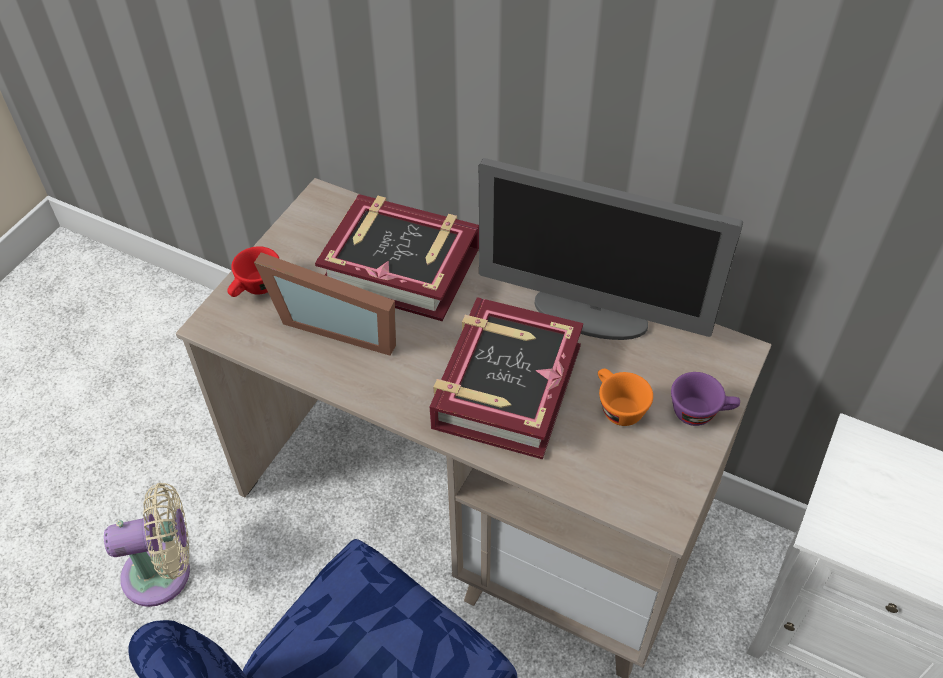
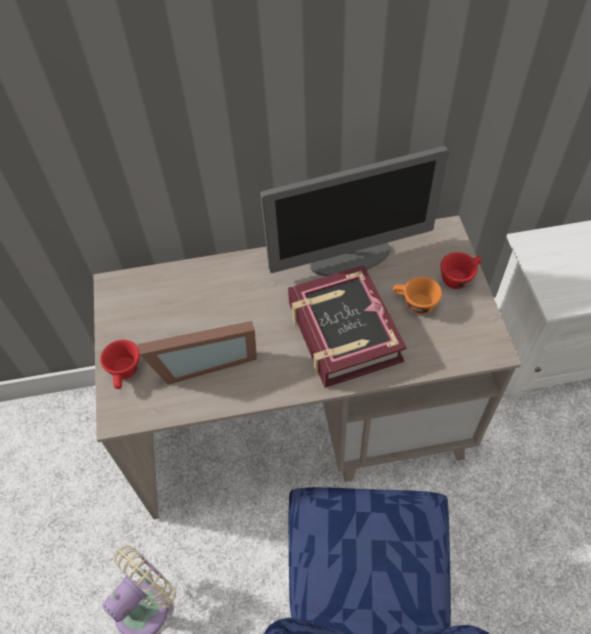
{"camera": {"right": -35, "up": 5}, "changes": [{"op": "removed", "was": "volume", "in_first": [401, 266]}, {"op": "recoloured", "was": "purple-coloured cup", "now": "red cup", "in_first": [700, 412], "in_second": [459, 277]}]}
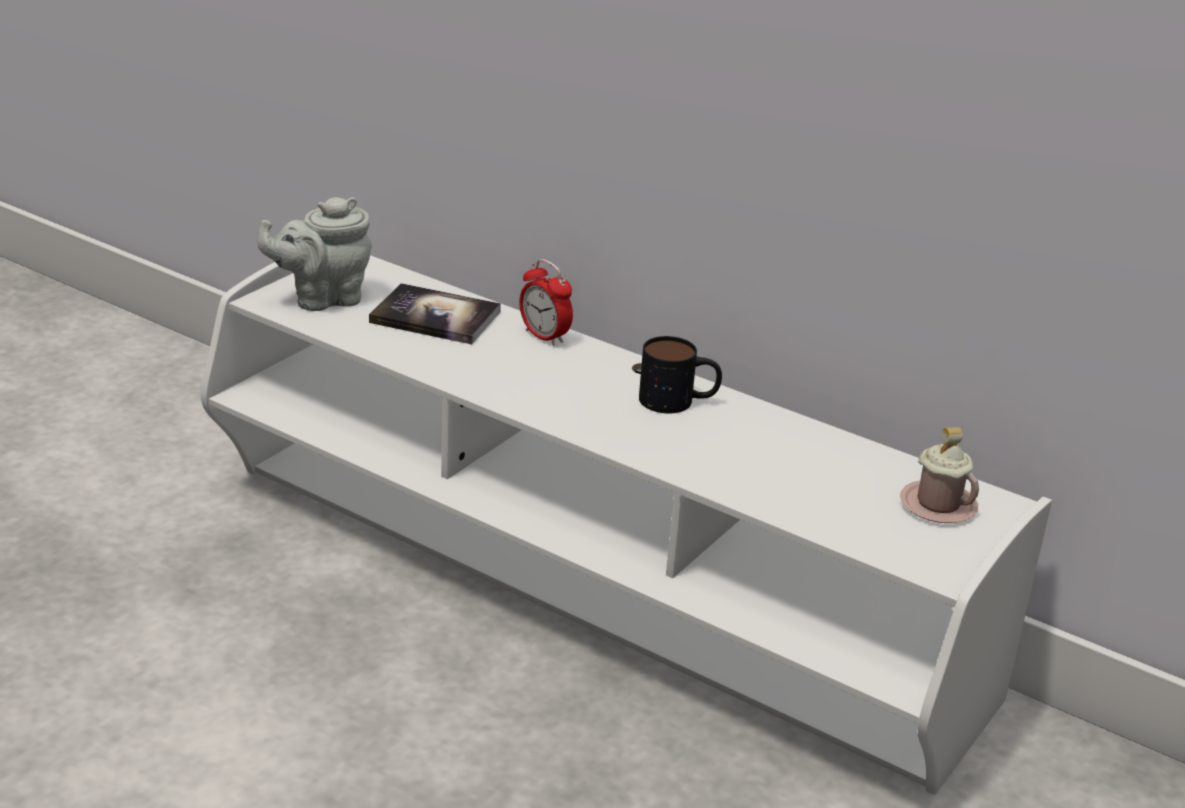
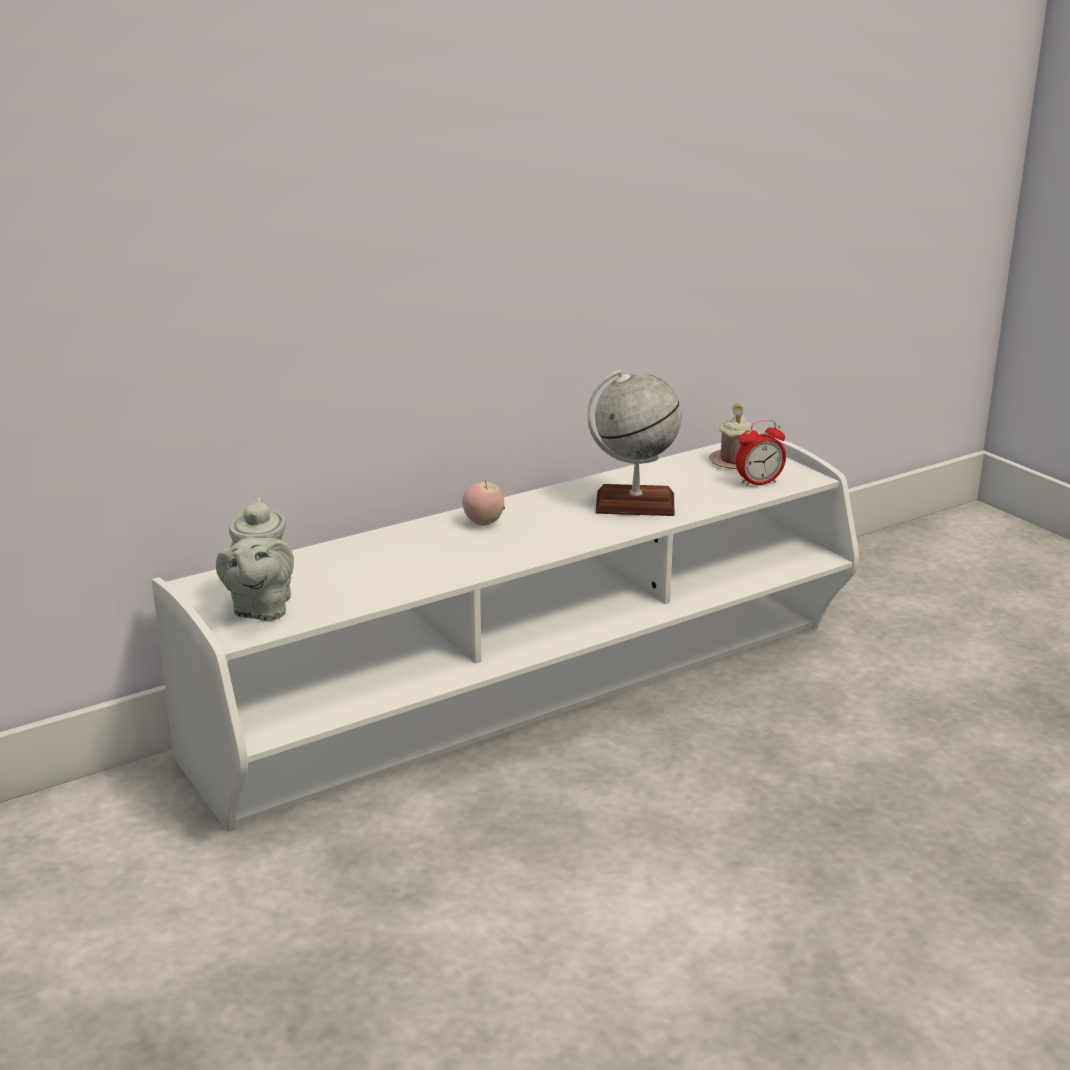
{"camera": {"right": -65, "up": -5}, "changes": [{"op": "removed", "was": "volume", "in_first": [435, 317]}, {"op": "removed", "was": "tea mug", "in_first": [678, 401]}, {"op": "added", "now": "whole apple", "in_second": [483, 523]}, {"op": "added", "now": "globe", "in_second": [634, 504]}, {"op": "moved", "was": "bedside clock", "in_first": [544, 336], "in_second": [759, 483]}]}
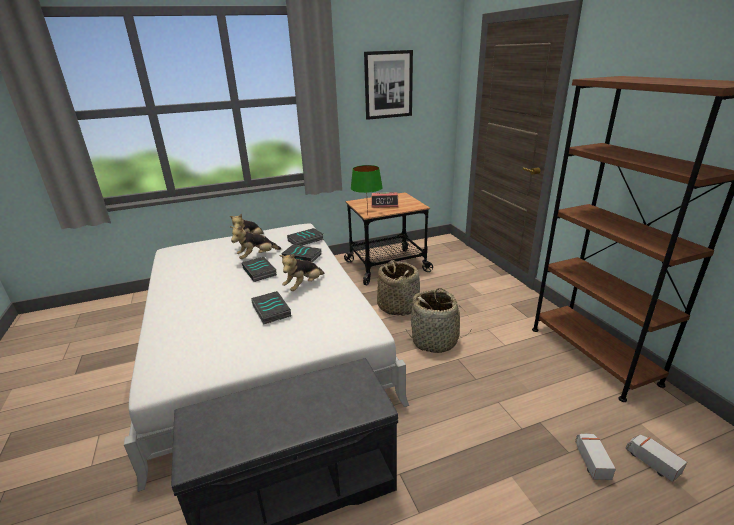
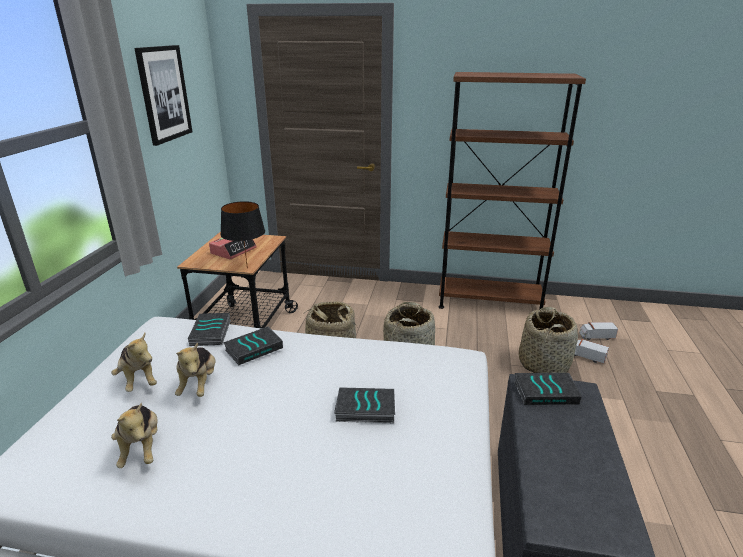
{"camera": {"right": -60, "up": 0}, "changes": [{"op": "added", "now": "basket", "in_second": [544, 364]}, {"op": "moved", "was": "volume", "in_first": [260, 271], "in_second": [546, 392]}, {"op": "moved", "was": "cuddly toy", "in_first": [304, 286], "in_second": [141, 448]}, {"op": "recoloured", "was": "greenish lamp for a table", "now": "black-coloured lamp for a table", "in_first": [367, 215], "in_second": [247, 268]}]}
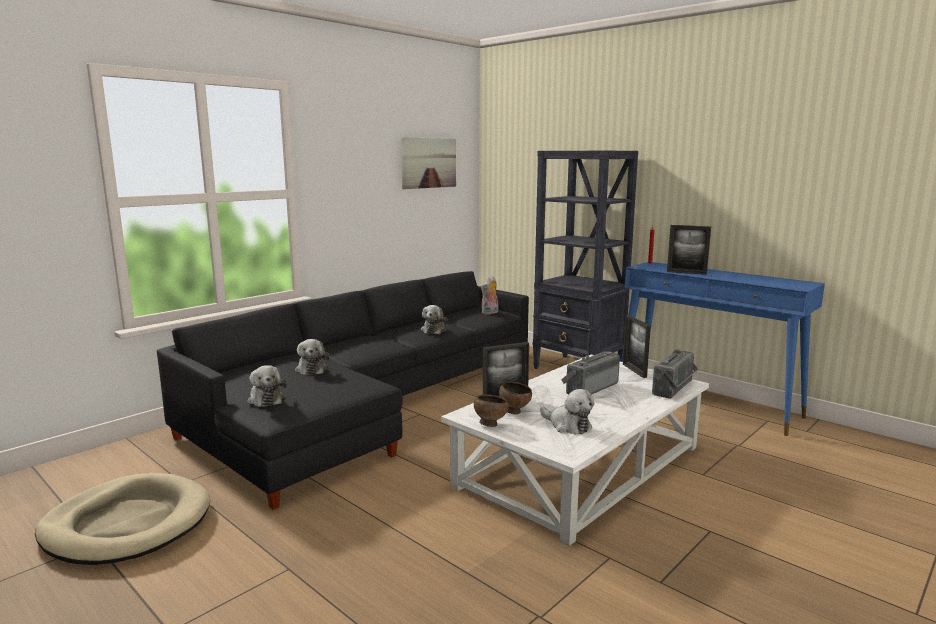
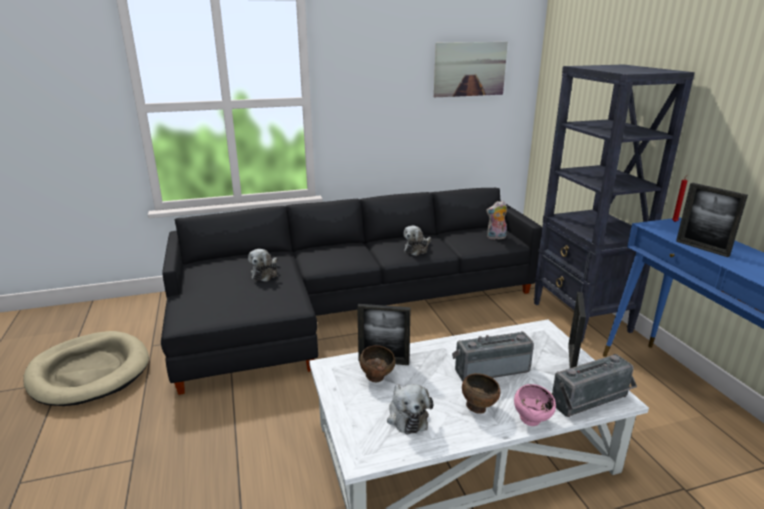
{"camera": {"right": 30, "up": 10}, "changes": [{"op": "removed", "was": "cuddly toy", "in_first": [265, 399]}, {"op": "added", "now": "pink bowl", "in_second": [532, 421]}, {"op": "moved", "was": "brownish bowl", "in_first": [490, 424], "in_second": [478, 407]}]}
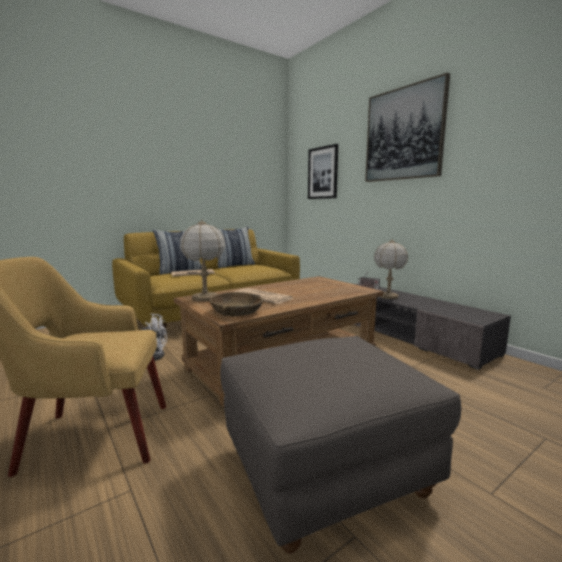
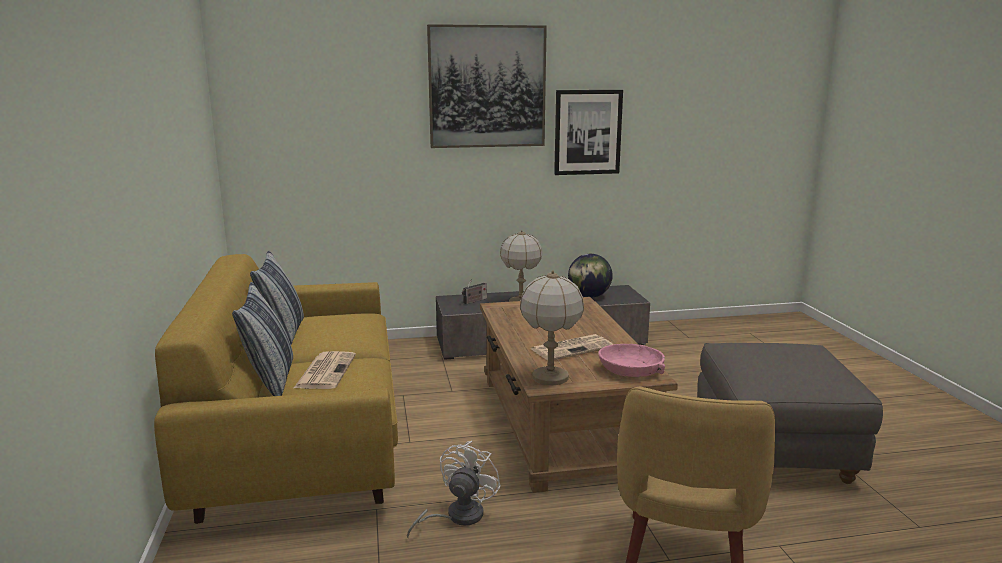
{"camera": {"right": -65, "up": 5}, "changes": [{"op": "added", "now": "globe", "in_second": [589, 296]}, {"op": "moved", "was": "picture", "in_first": [323, 173], "in_second": [587, 132]}, {"op": "recoloured", "was": "brownish bowl", "now": "pink bowl", "in_first": [236, 312], "in_second": [631, 369]}]}
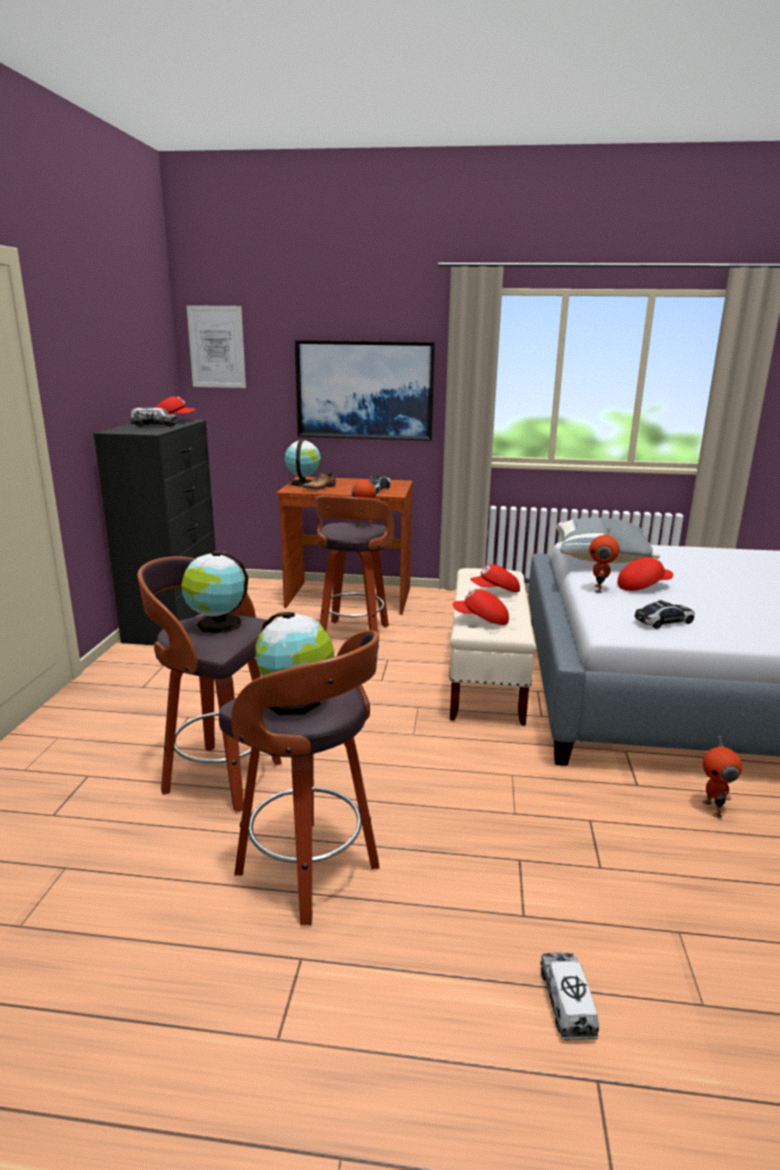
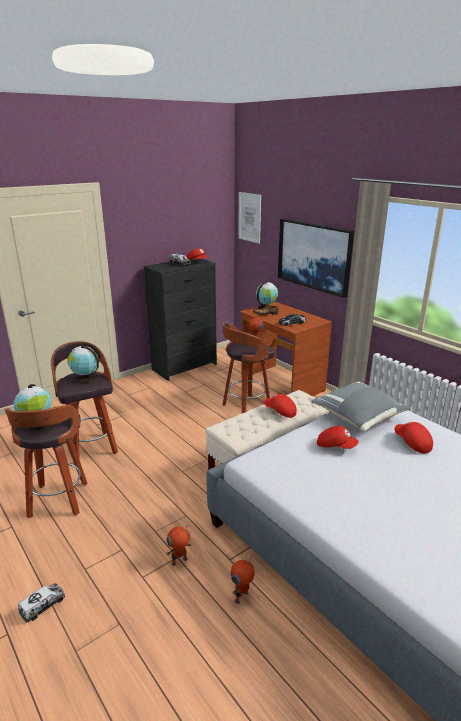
{"camera": {"right": 45, "up": 5}, "changes": [{"op": "removed", "was": "miniature car", "in_first": [663, 622]}, {"op": "moved", "was": "red peaked cap", "in_first": [481, 620], "in_second": [412, 443]}, {"op": "moved", "was": "robot figure", "in_first": [599, 589], "in_second": [179, 562]}]}
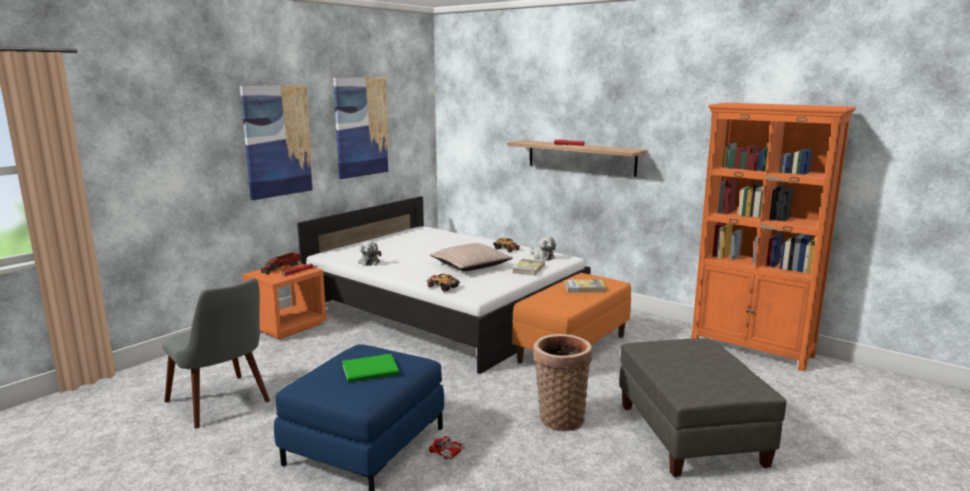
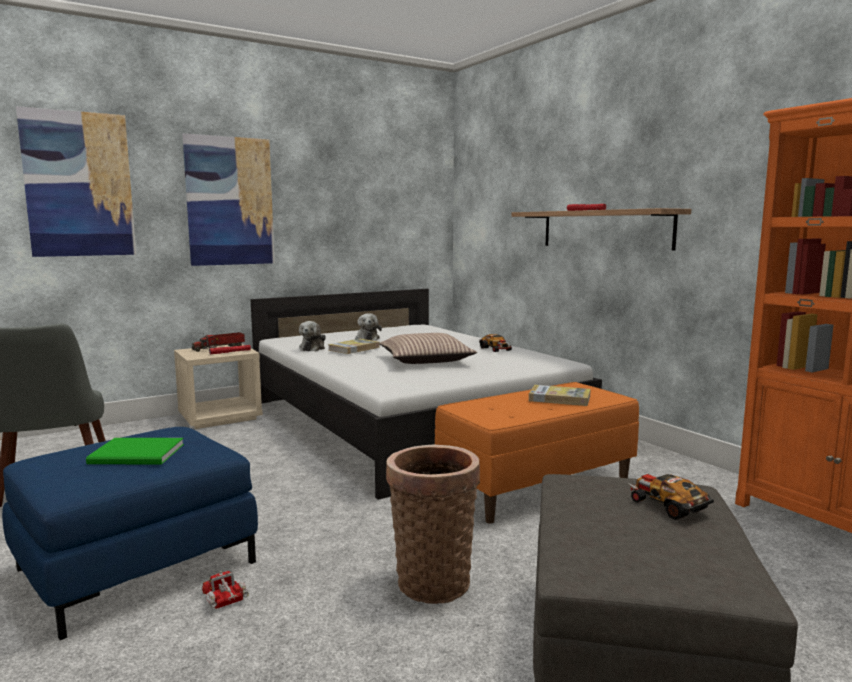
{"camera": {"right": 20, "up": -5}, "changes": [{"op": "moved", "was": "picture", "in_first": [361, 127], "in_second": [79, 185]}, {"op": "moved", "was": "miniature car", "in_first": [442, 287], "in_second": [667, 505]}, {"op": "moved", "was": "volume", "in_first": [528, 269], "in_second": [354, 349]}, {"op": "moved", "was": "cuddly toy", "in_first": [542, 257], "in_second": [367, 338]}, {"op": "recoloured", "was": "orange-coloured night table", "now": "beige night table", "in_first": [288, 326], "in_second": [220, 417]}]}
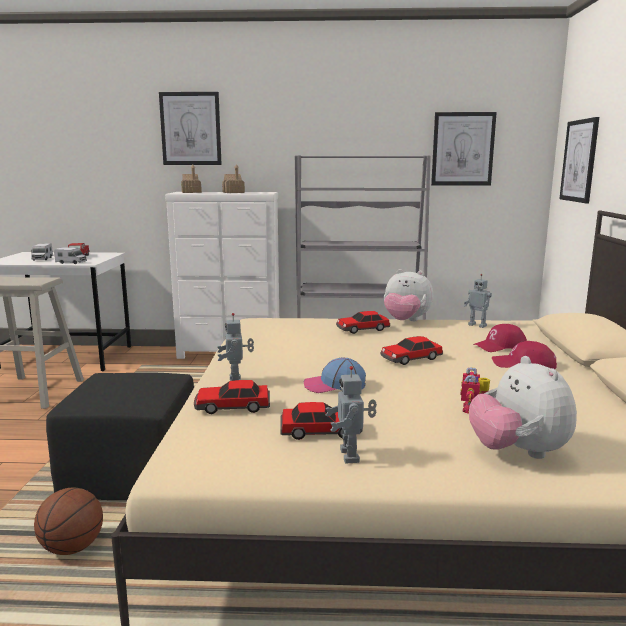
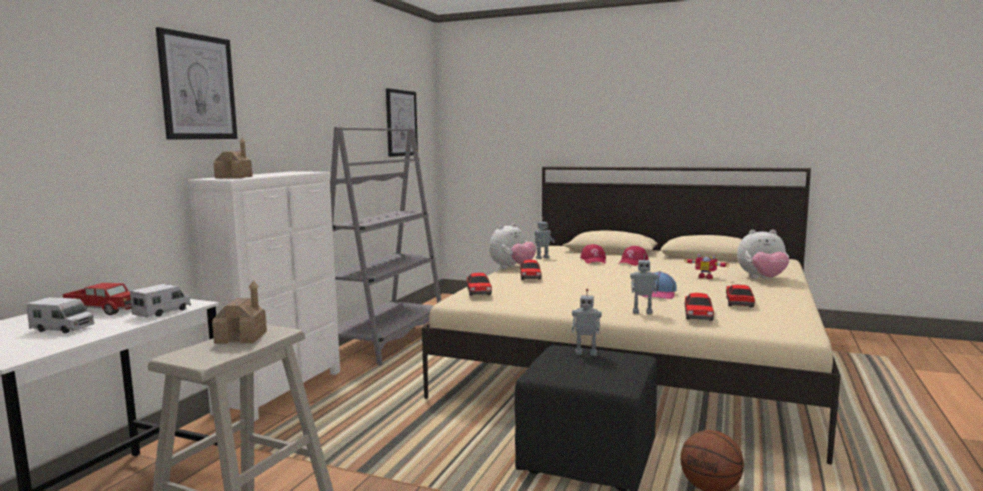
{"camera": {"right": -70, "up": -5}, "changes": [{"op": "removed", "was": "picture", "in_first": [579, 161]}, {"op": "moved", "was": "miniature house", "in_first": [233, 192], "in_second": [241, 337]}, {"op": "moved", "was": "robot figure", "in_first": [351, 456], "in_second": [586, 353]}, {"op": "moved", "was": "miniature car", "in_first": [410, 358], "in_second": [479, 291]}]}
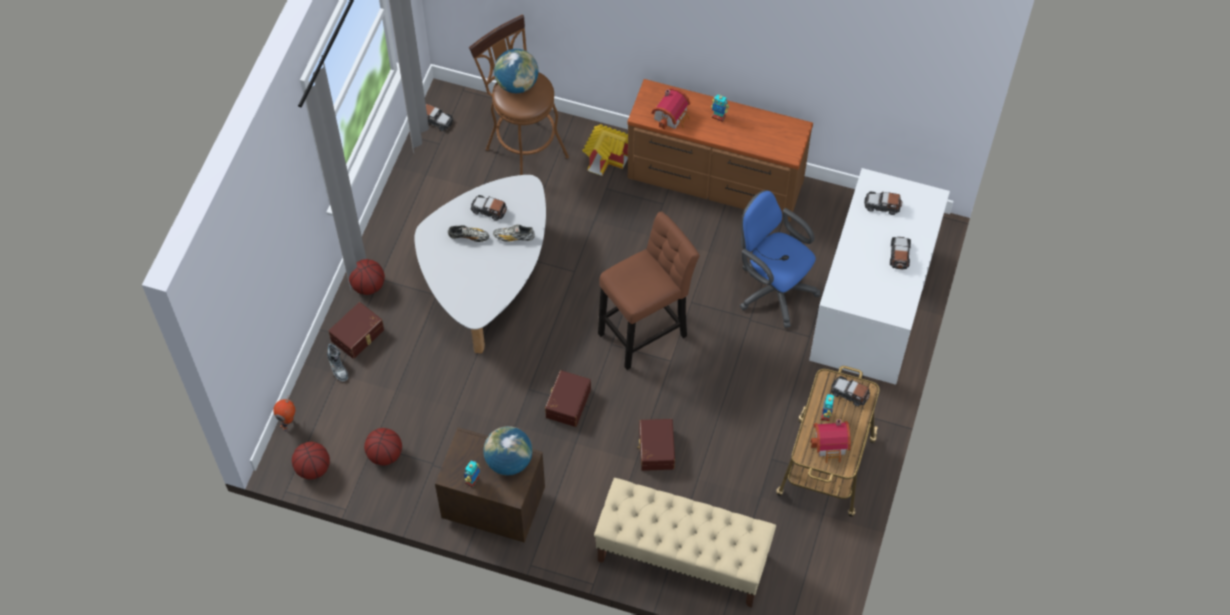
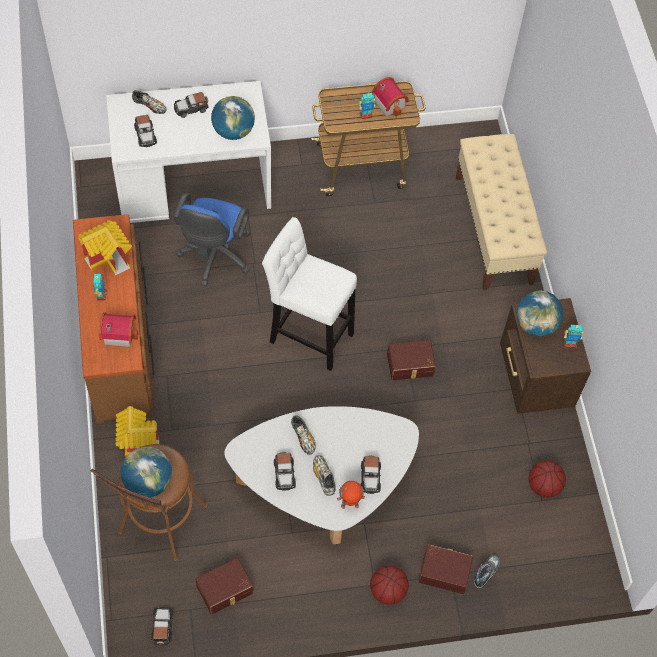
{"camera": {"right": -120, "up": 0}, "changes": [{"op": "removed", "was": "basketball ball", "in_first": [313, 468]}, {"op": "added", "now": "miniature house", "in_second": [110, 258]}, {"op": "added", "now": "low shoe", "in_second": [149, 106]}, {"op": "added", "now": "globe", "in_second": [233, 131]}, {"op": "moved", "was": "robot figure", "in_first": [289, 424], "in_second": [350, 504]}, {"op": "moved", "was": "brownish storage bin", "in_first": [655, 449], "in_second": [225, 590]}, {"op": "moved", "was": "miniature car", "in_first": [849, 393], "in_second": [370, 477]}, {"op": "recoloured", "was": "brownish stool seat", "now": "white-coloured stool seat", "in_first": [646, 331], "in_second": [308, 334]}]}
